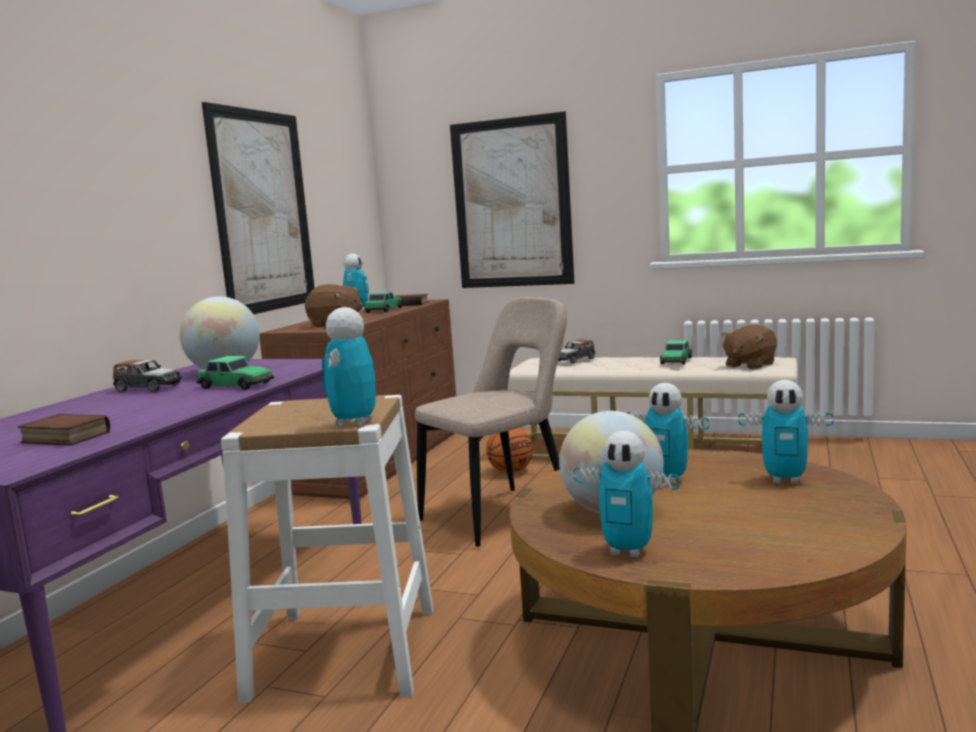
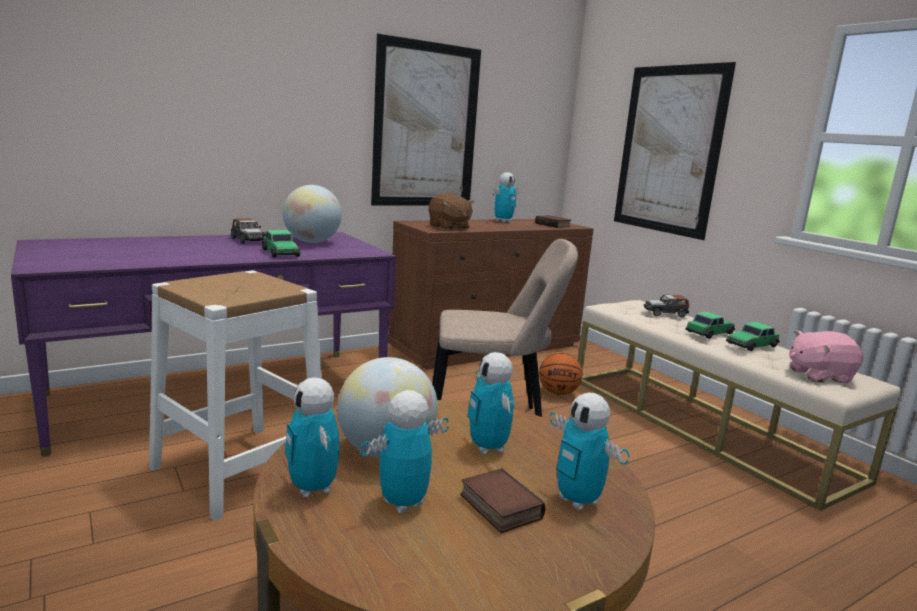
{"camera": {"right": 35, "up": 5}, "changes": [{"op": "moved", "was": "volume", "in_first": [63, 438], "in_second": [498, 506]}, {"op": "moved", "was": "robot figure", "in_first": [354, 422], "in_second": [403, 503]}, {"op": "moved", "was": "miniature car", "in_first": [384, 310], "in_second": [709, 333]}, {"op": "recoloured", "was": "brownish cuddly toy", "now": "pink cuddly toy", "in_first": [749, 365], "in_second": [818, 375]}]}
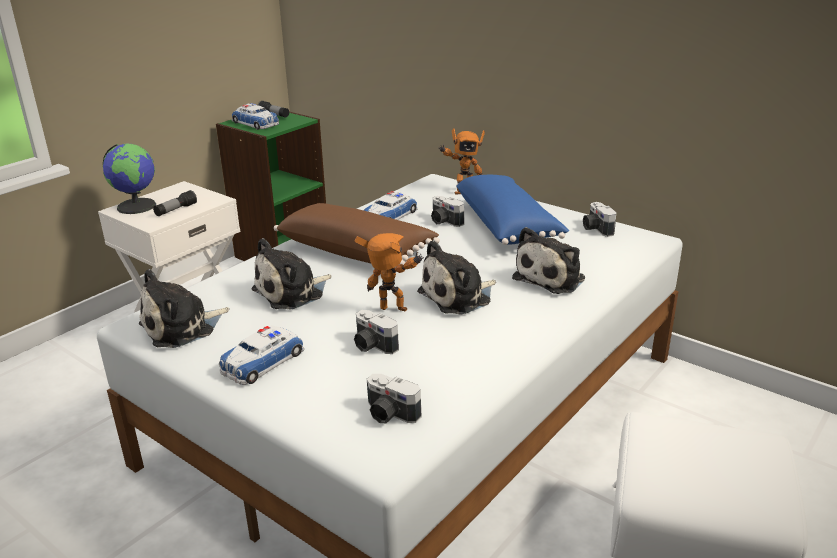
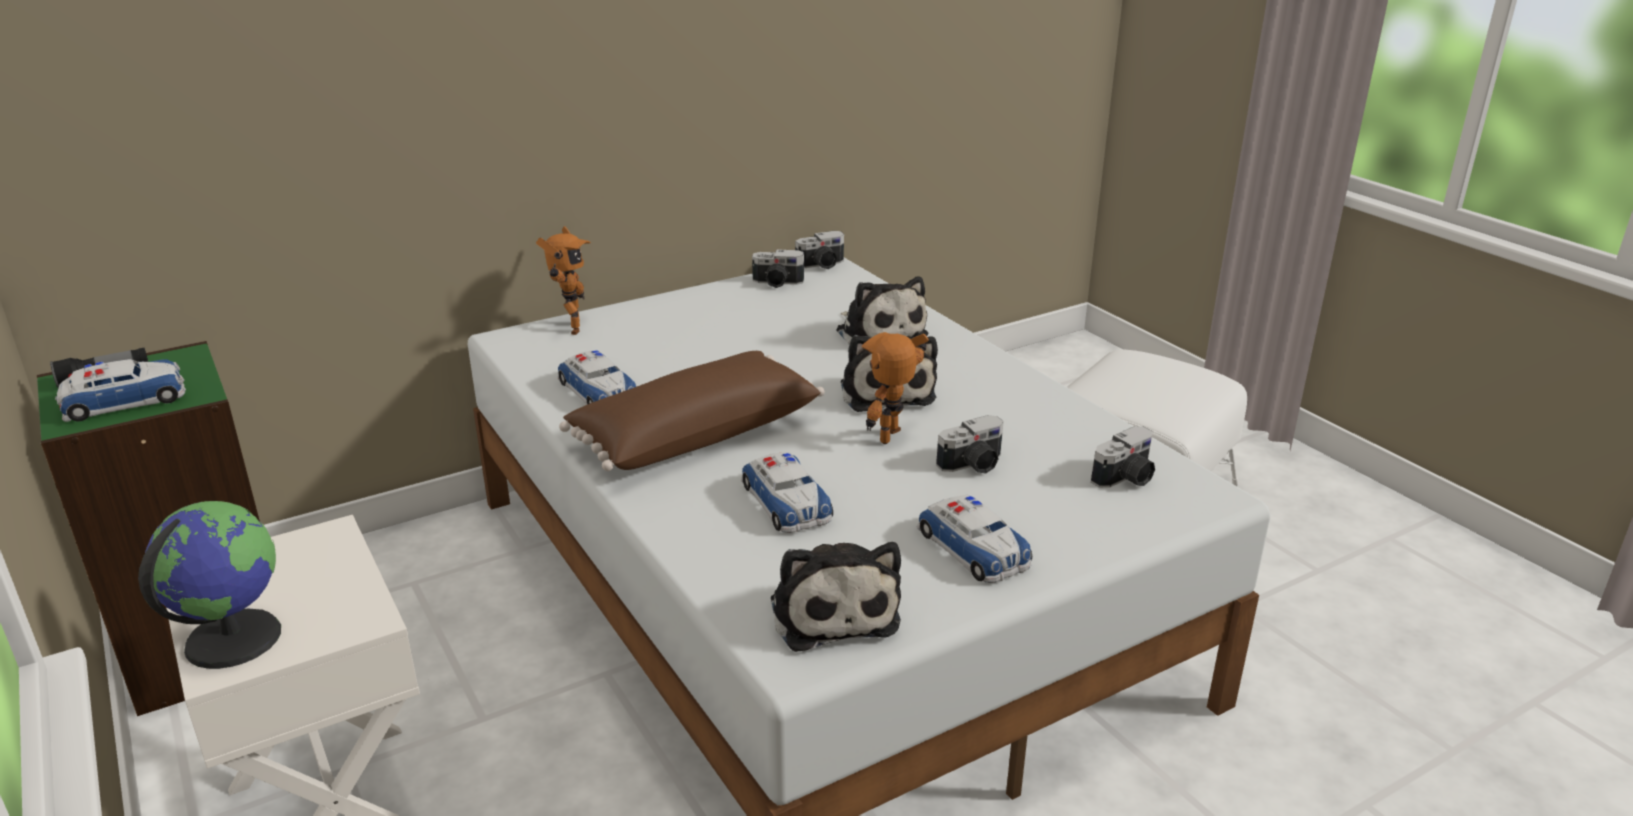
{"camera": {"right": -70, "up": 0}, "changes": [{"op": "removed", "was": "flashlight", "in_first": [176, 210]}, {"op": "removed", "was": "blue-coloured pillow", "in_first": [507, 225]}, {"op": "moved", "was": "photo camera", "in_first": [444, 221], "in_second": [822, 265]}, {"op": "replaced", "was": "cuddly toy", "now": "miniature car", "in_first": [292, 292], "in_second": [786, 502]}]}
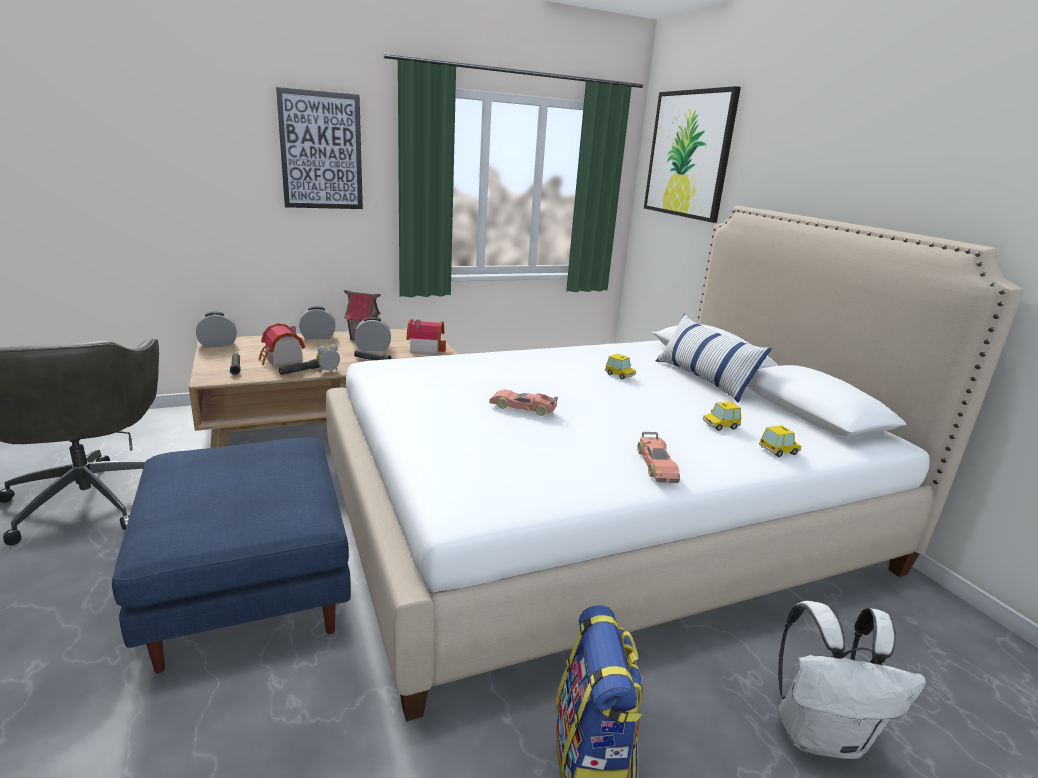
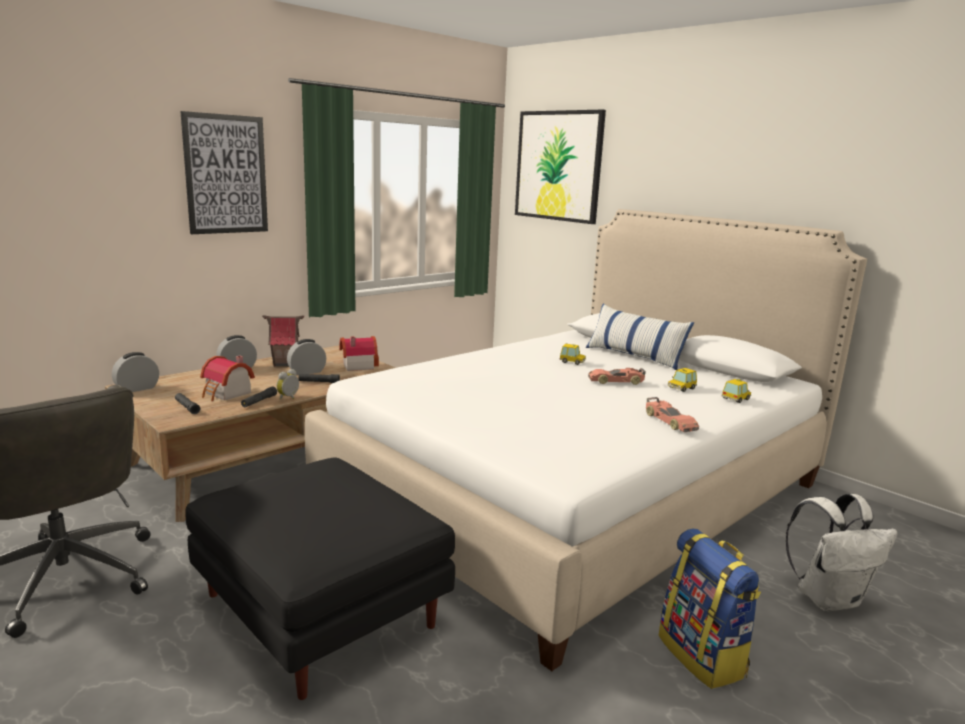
{"camera": {"right": -20, "up": -5}, "changes": [{"op": "moved", "was": "miniature car", "in_first": [523, 408], "in_second": [616, 381]}, {"op": "recoloured", "was": "blue-coloured pouffe", "now": "black-coloured pouffe", "in_first": [249, 587], "in_second": [322, 611]}]}
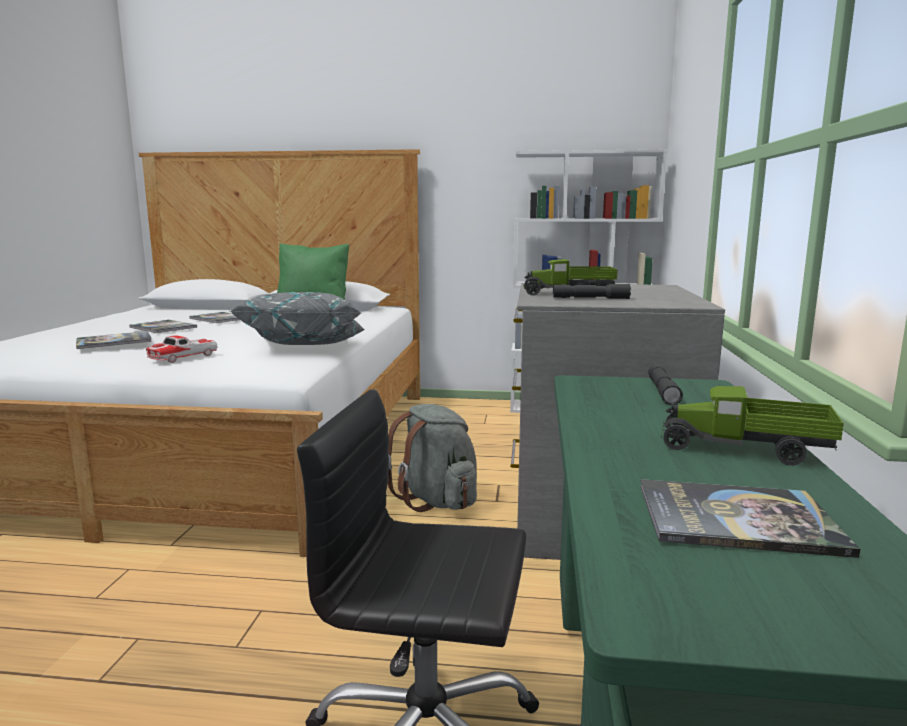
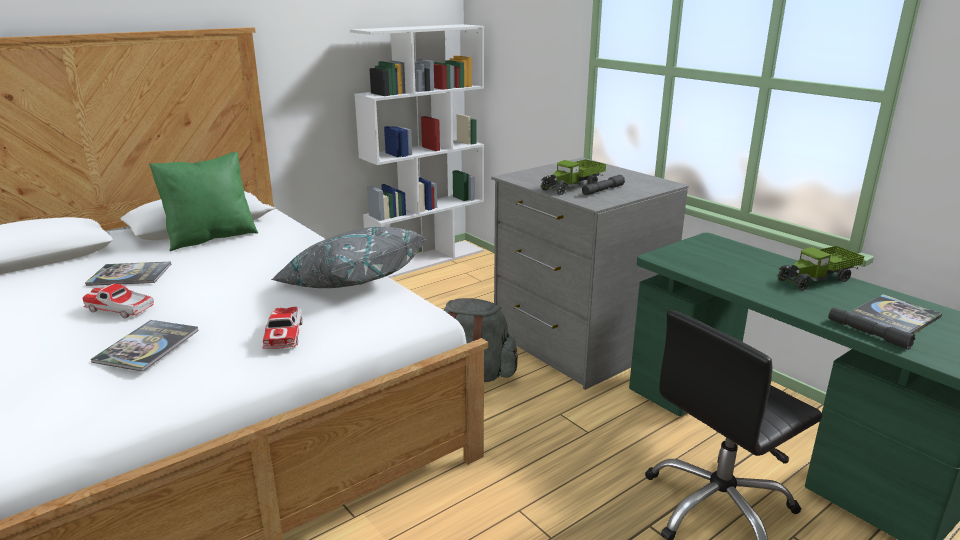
{"camera": {"right": -45, "up": 10}, "changes": [{"op": "moved", "was": "gray flashlight", "in_first": [662, 391], "in_second": [868, 334]}, {"op": "replaced", "was": "volume", "now": "miniature car", "in_first": [163, 328], "in_second": [120, 309]}]}
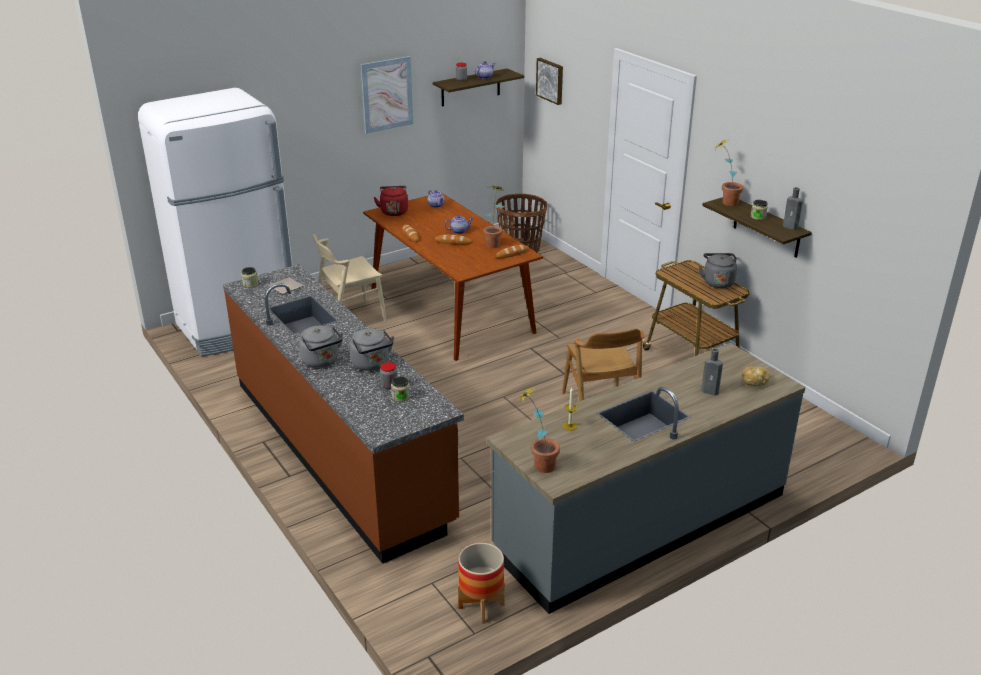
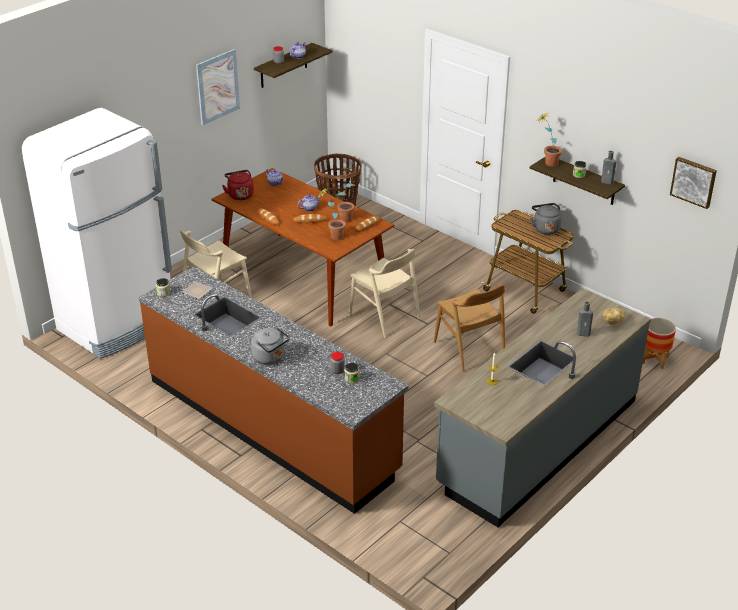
{"camera": {"right": -15, "up": 5}, "changes": [{"op": "removed", "was": "gray tea kettle", "in_first": [372, 364]}, {"op": "added", "now": "beige plain chair", "in_second": [384, 316]}, {"op": "moved", "was": "plant pot", "in_first": [481, 606], "in_second": [654, 360]}, {"op": "moved", "was": "houseplant", "in_first": [538, 464], "in_second": [333, 236]}, {"op": "moved", "was": "picture", "in_first": [551, 80], "in_second": [694, 181]}]}
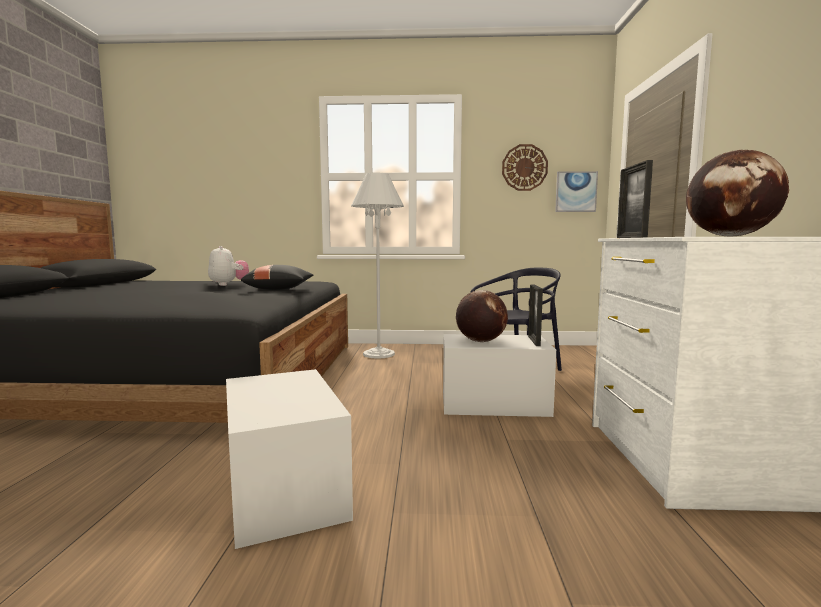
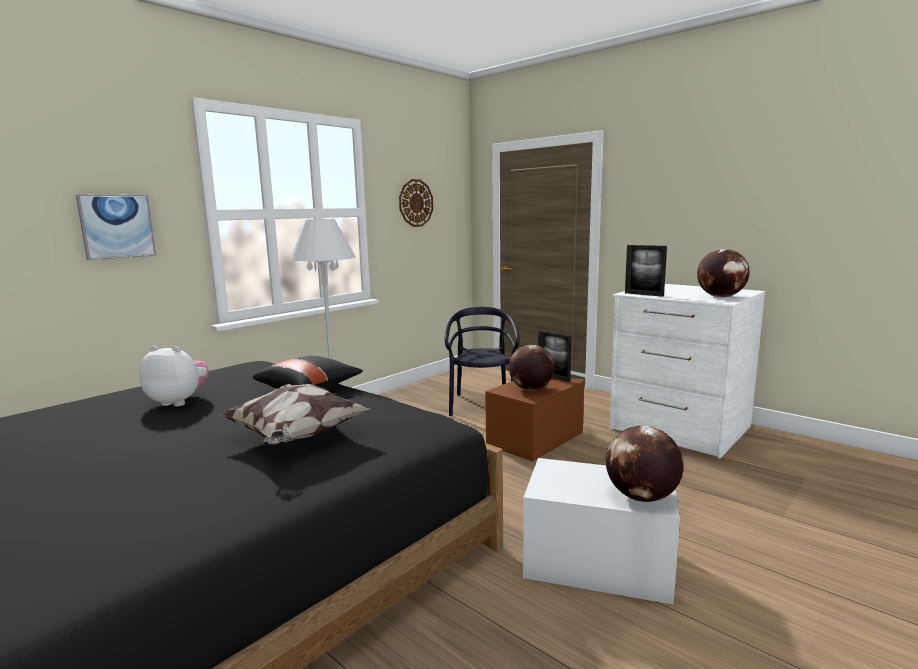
{"camera": {"right": -50, "up": 5}, "changes": [{"op": "added", "now": "pillow", "in_second": [296, 437]}, {"op": "added", "now": "globe", "in_second": [641, 497]}, {"op": "moved", "was": "picture", "in_first": [576, 192], "in_second": [117, 226]}, {"op": "recoloured", "was": "white-coloured storage bin", "now": "brownish storage bin", "in_first": [494, 403], "in_second": [535, 438]}]}
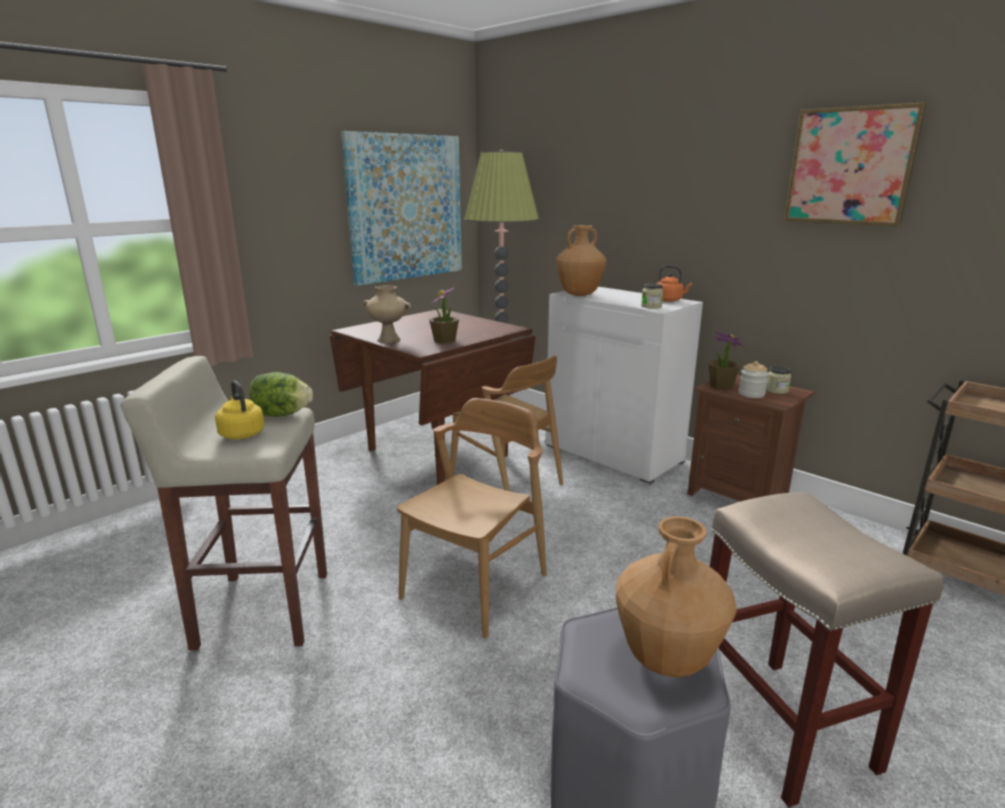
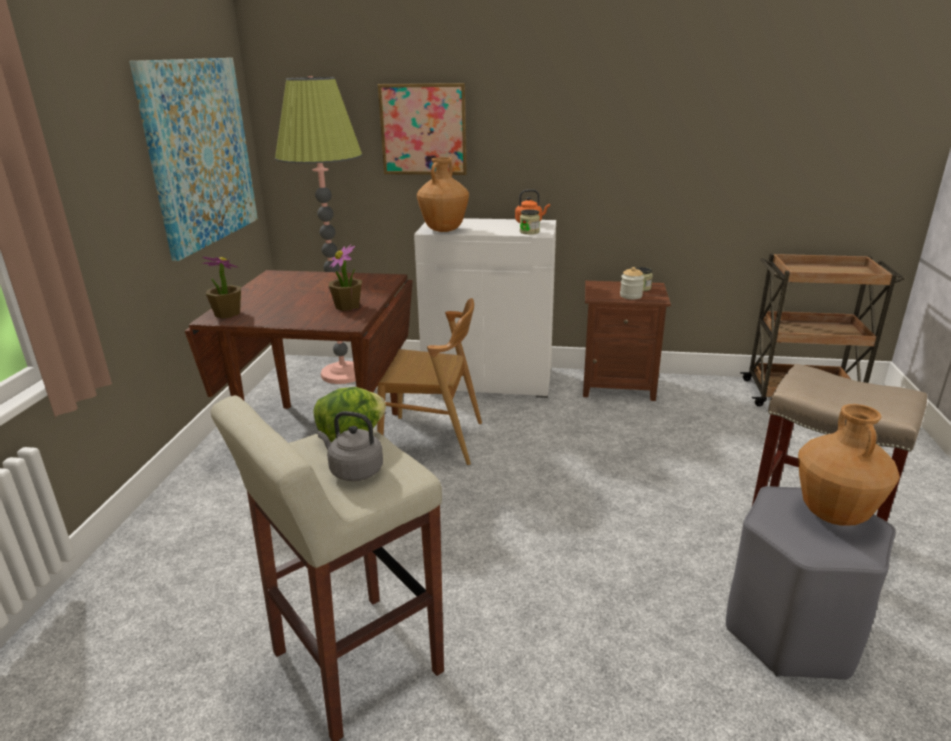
{"camera": {"right": -35, "up": 5}, "changes": [{"op": "removed", "was": "beige flower vase", "in_first": [389, 340]}, {"op": "removed", "was": "brownish plain chair", "in_first": [476, 586]}, {"op": "moved", "was": "houseplant", "in_first": [721, 385], "in_second": [227, 314]}, {"op": "moved", "was": "picture", "in_first": [850, 166], "in_second": [424, 129]}, {"op": "recoloured", "was": "yellow tea kettle", "now": "gray tea kettle", "in_first": [241, 433], "in_second": [354, 471]}]}
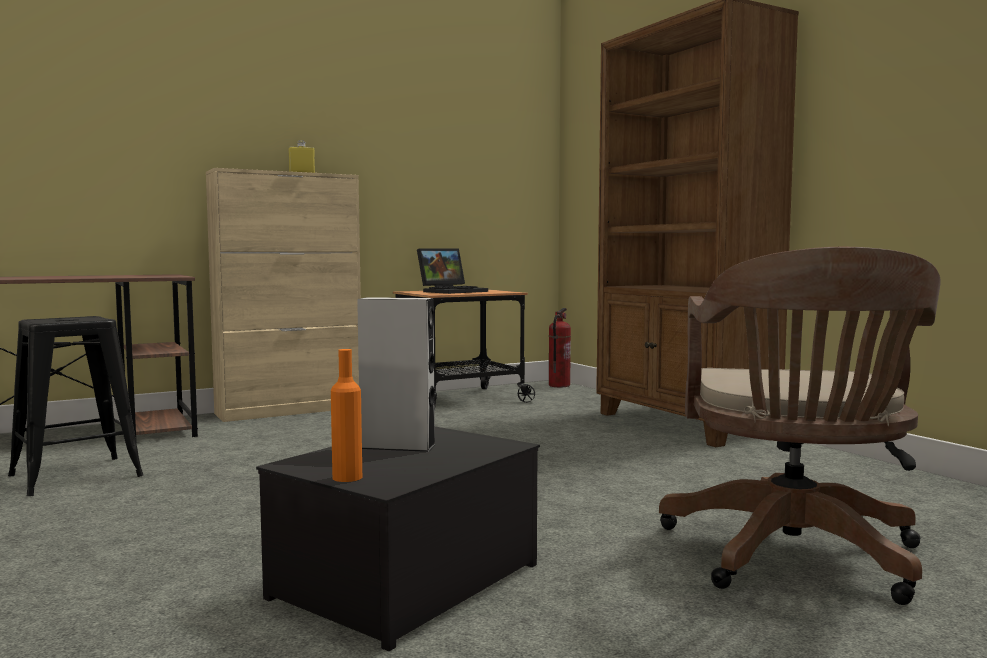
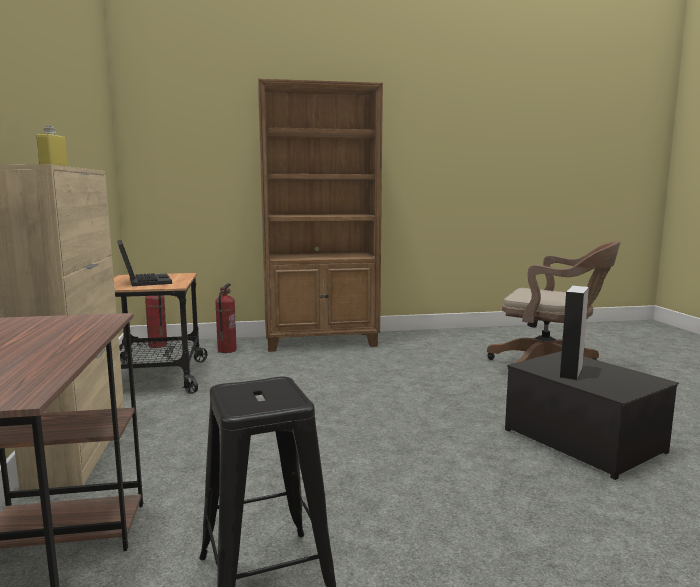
{"camera": {"right": -70, "up": 5}, "changes": [{"op": "removed", "was": "orange-coloured beverage bottle", "in_first": [347, 477]}, {"op": "added", "now": "fire-fighting cylinder", "in_second": [226, 350]}]}
